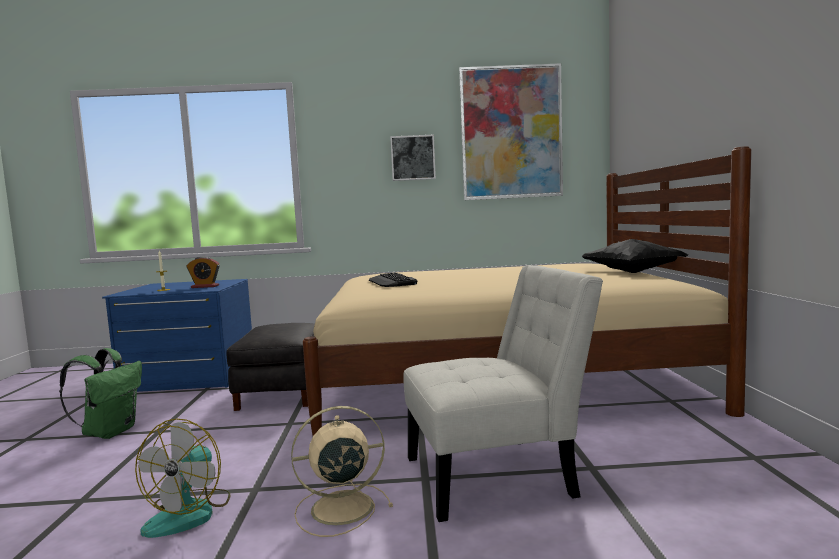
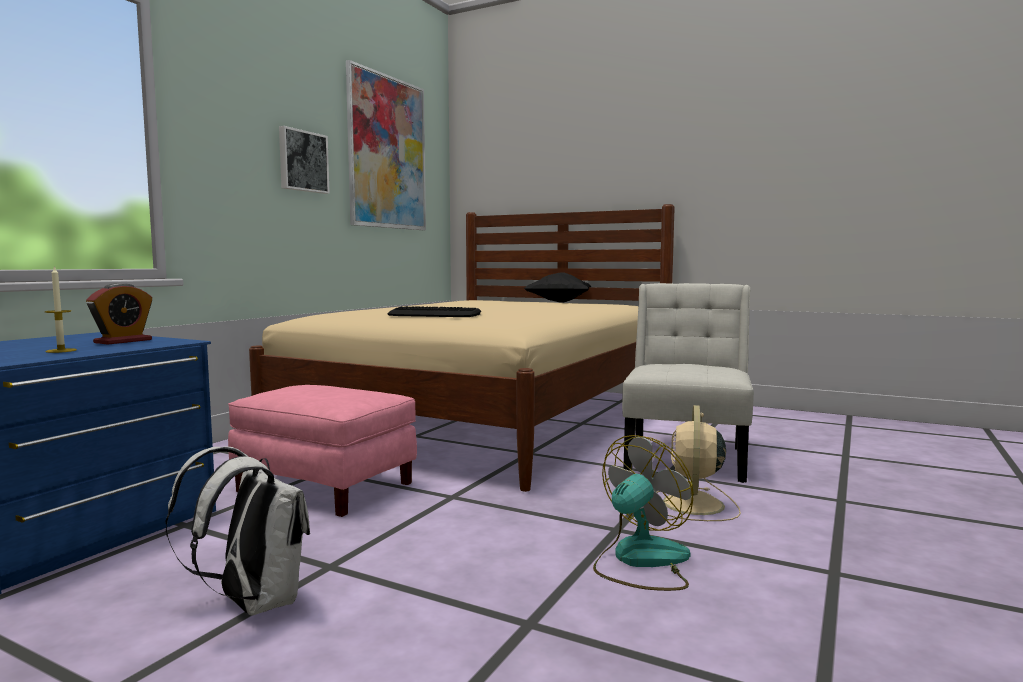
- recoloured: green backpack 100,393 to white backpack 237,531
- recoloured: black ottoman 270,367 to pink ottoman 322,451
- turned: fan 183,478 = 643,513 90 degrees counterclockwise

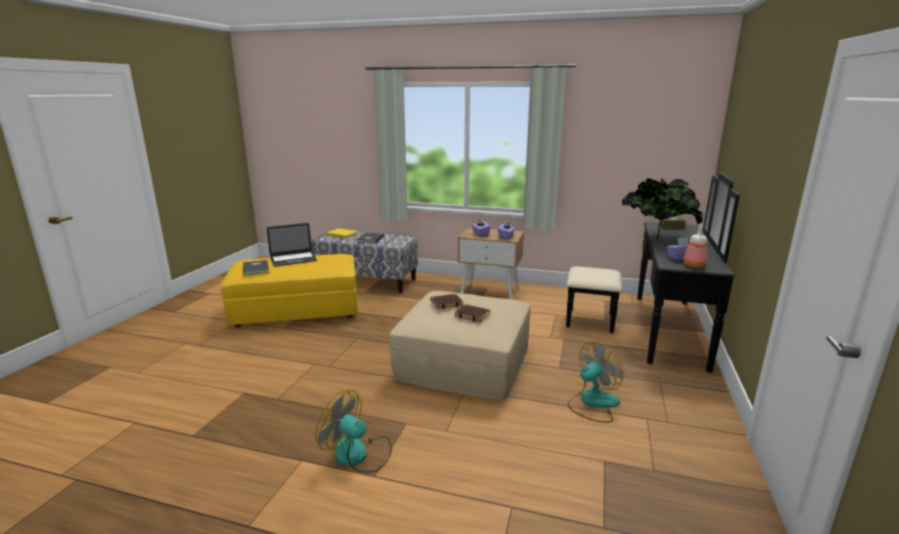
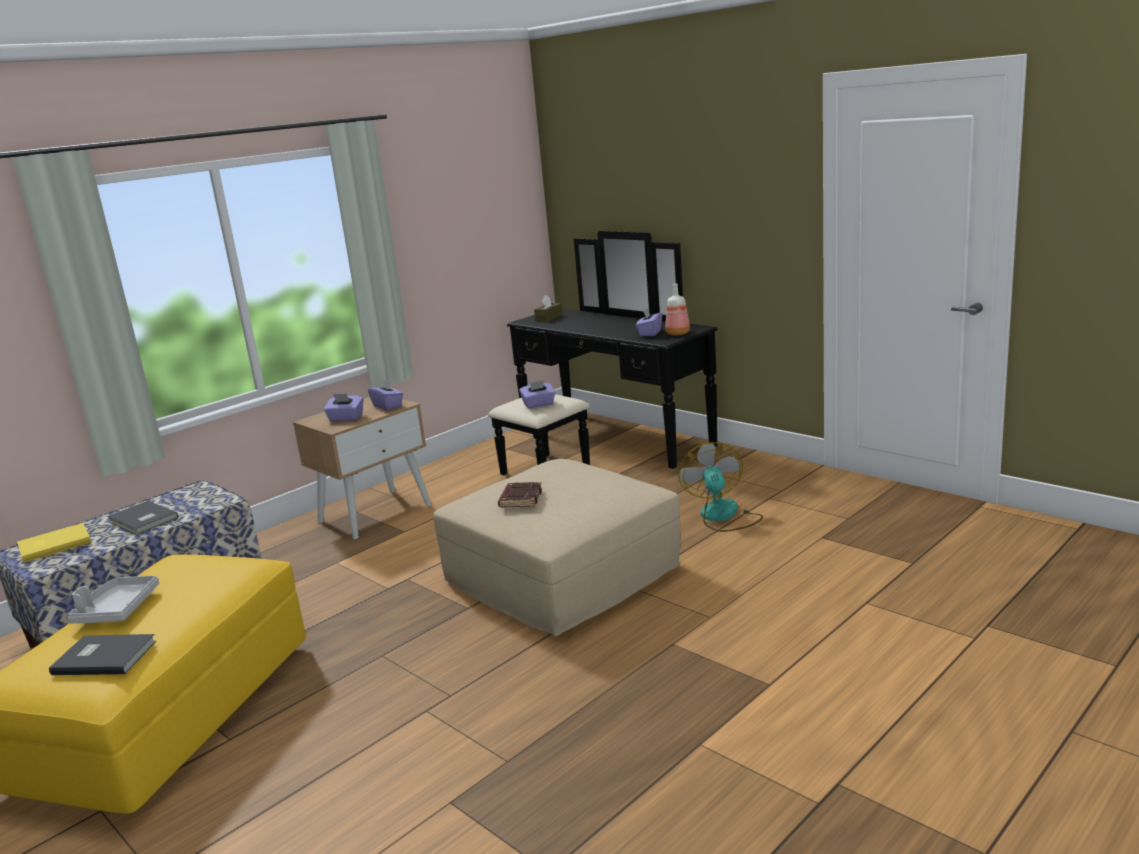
- removed: fan 353,431
- removed: brown book 472,313
- removed: potted plant 662,209
- added: purple tissue box 537,394
- replaced: laptop 292,244 to grey tray 113,599

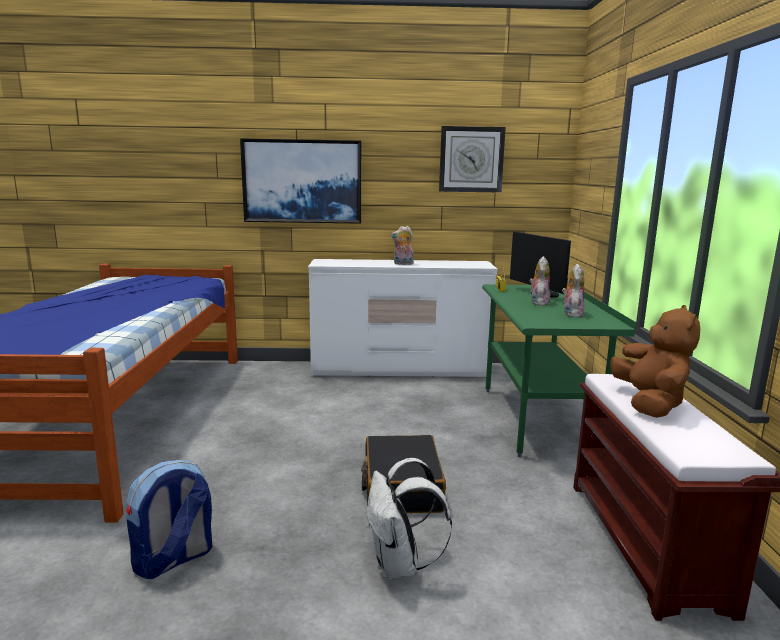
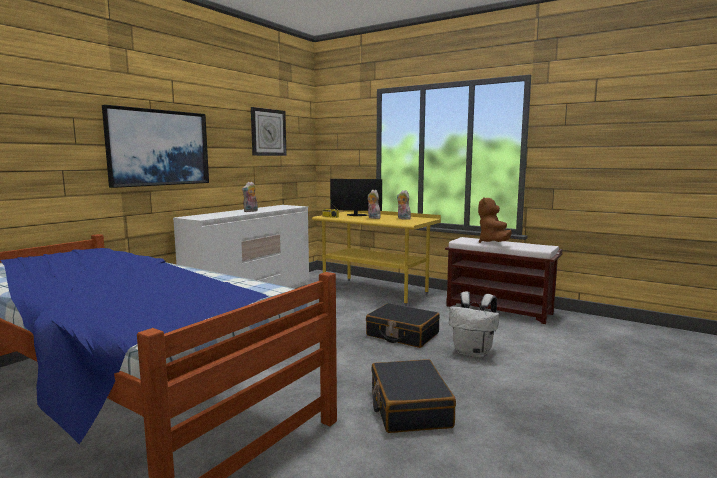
- replaced: backpack 169,519 to black suitcase 413,396
- recoloured: green desk 559,369 to yellow desk 376,258
- turned: brown plush toy 655,361 = 495,220 120 degrees counterclockwise

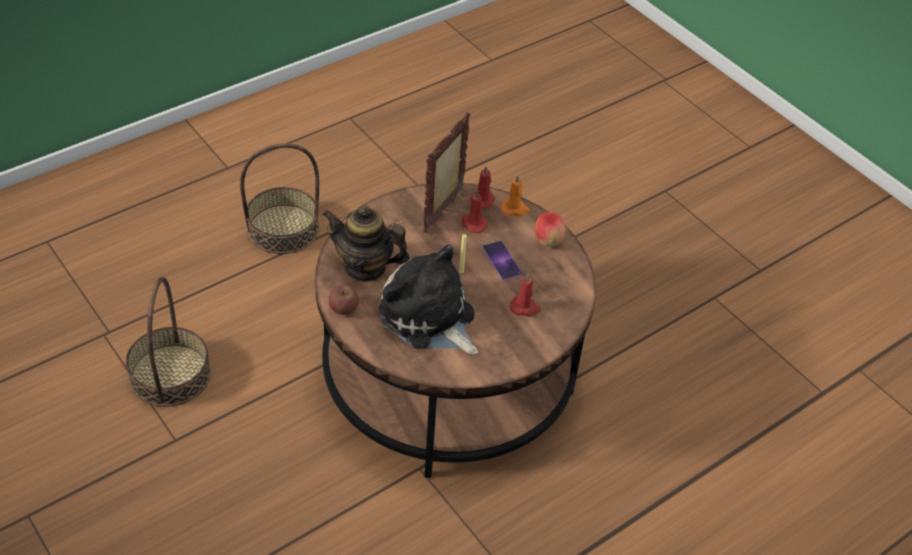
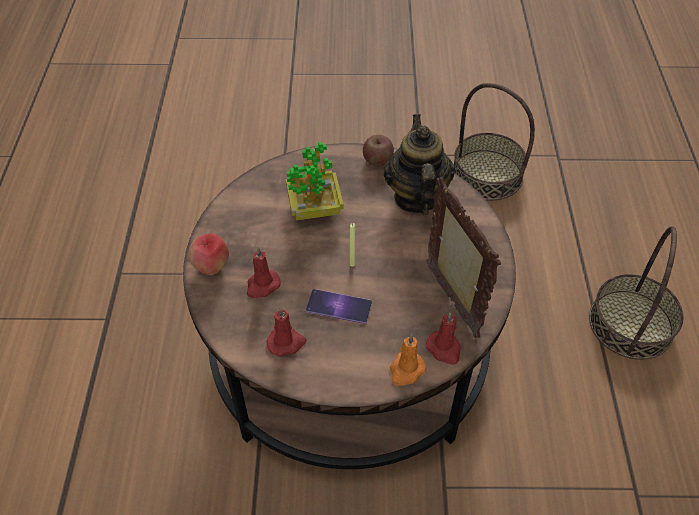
- moved: red candle 475,211 to 286,332
- moved: apple 550,229 to 208,254
- replaced: plush toy 428,299 to potted plant 314,181
- turned: teapot 366,243 = 419,164 60 degrees counterclockwise

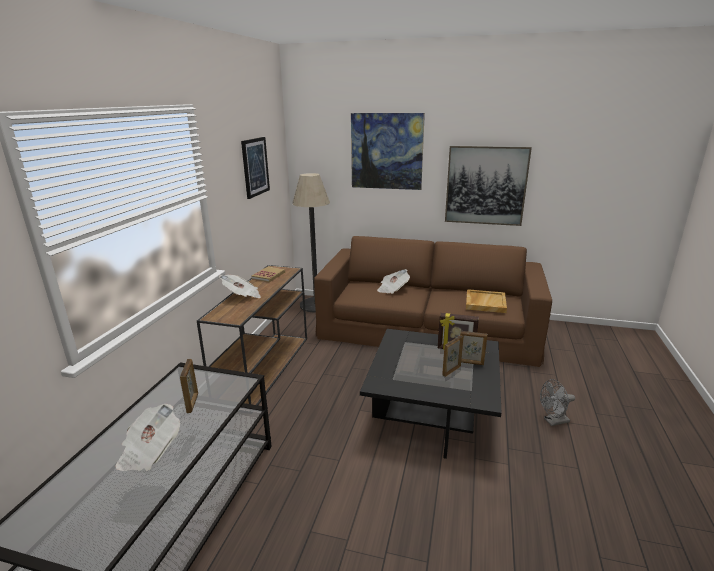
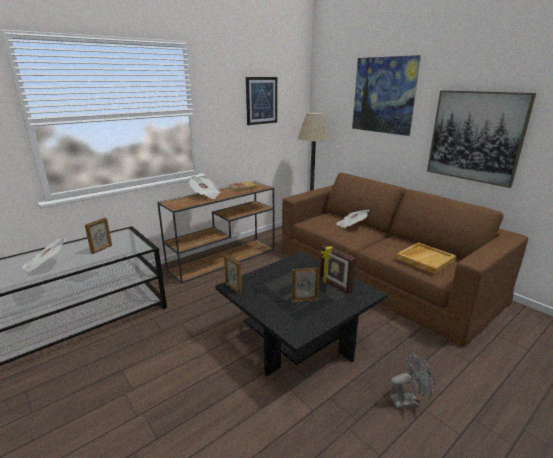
- moved: picture frame 473,348 to 233,274
- turned: grey fan 557,402 = 412,380 150 degrees clockwise

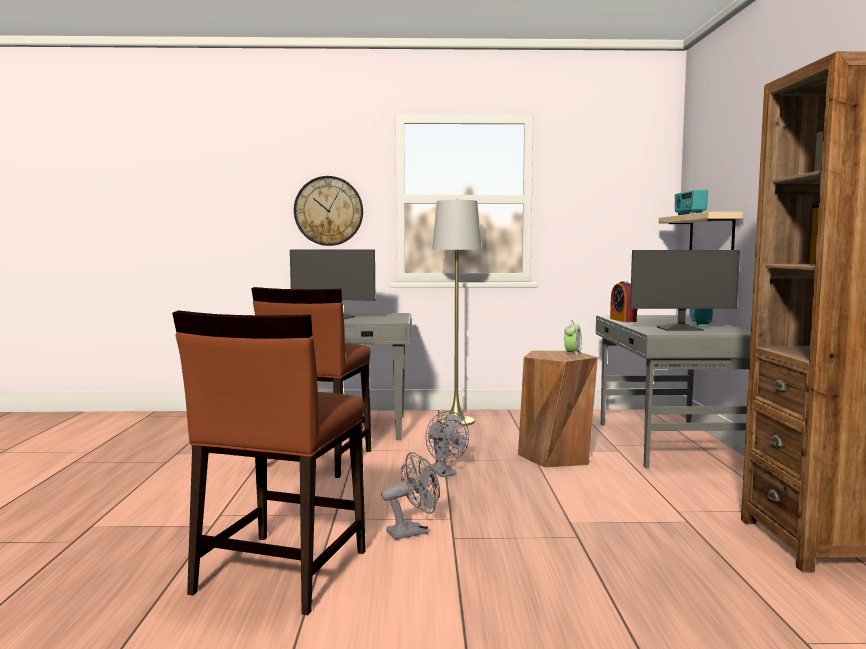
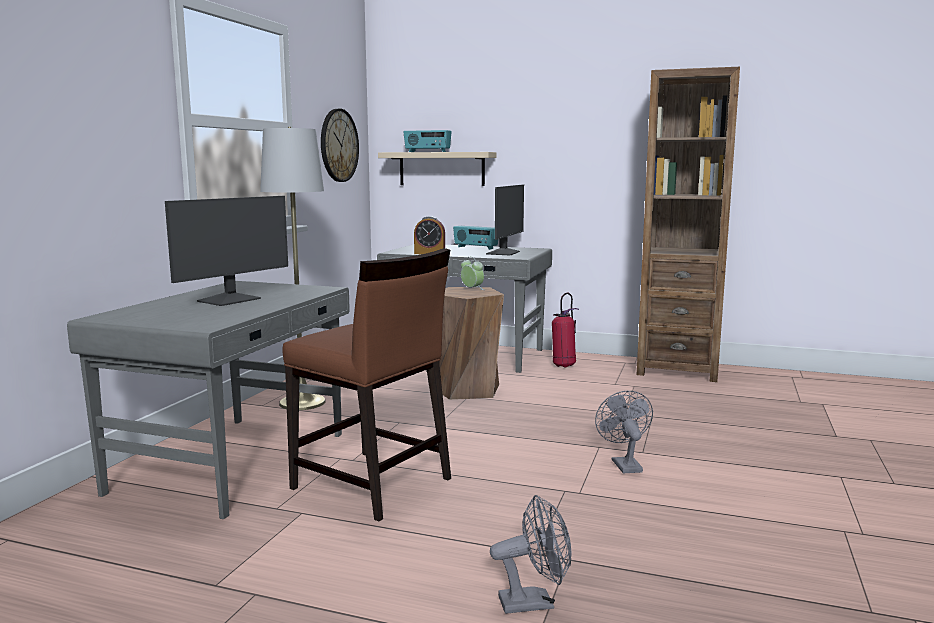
- removed: brown chair 269,462
- added: fire extinguisher 565,330
- moved: wall clock 328,211 to 340,145
- moved: grey fan 447,444 to 531,554

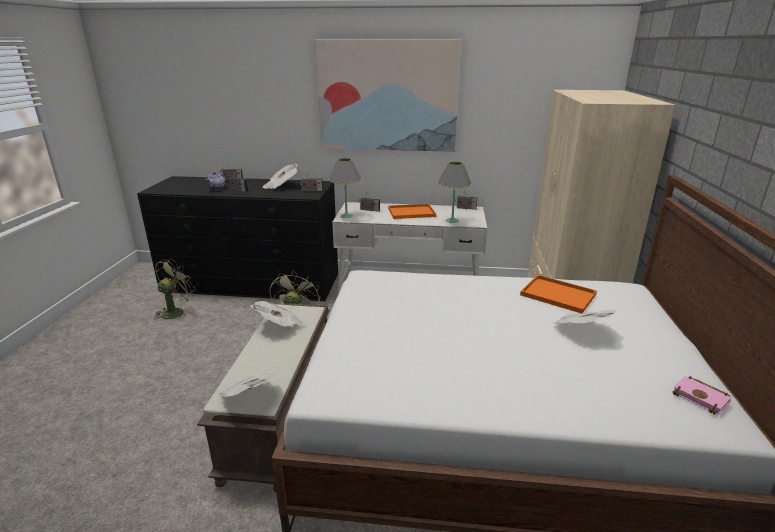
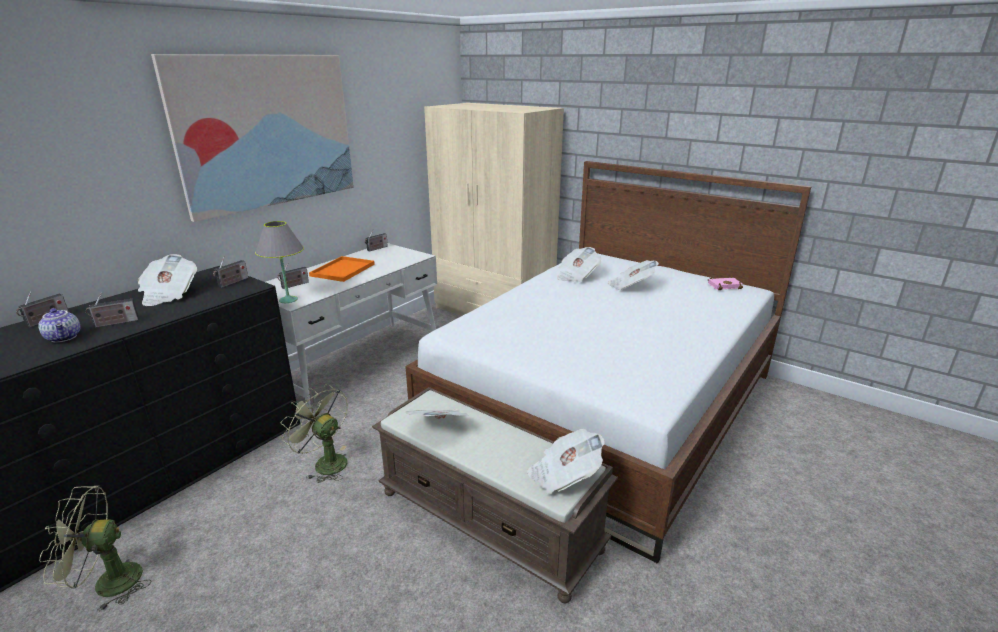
- removed: grey table lamp 455,192
- replaced: orange tray 558,294 to newspaper 579,264
- turned: green fan 174,289 = 95,549 75 degrees counterclockwise

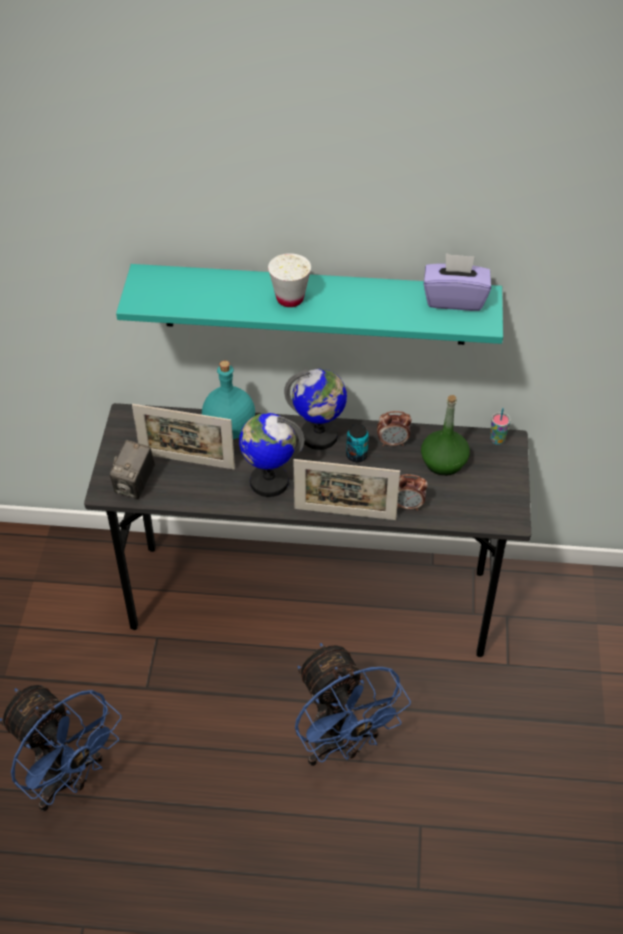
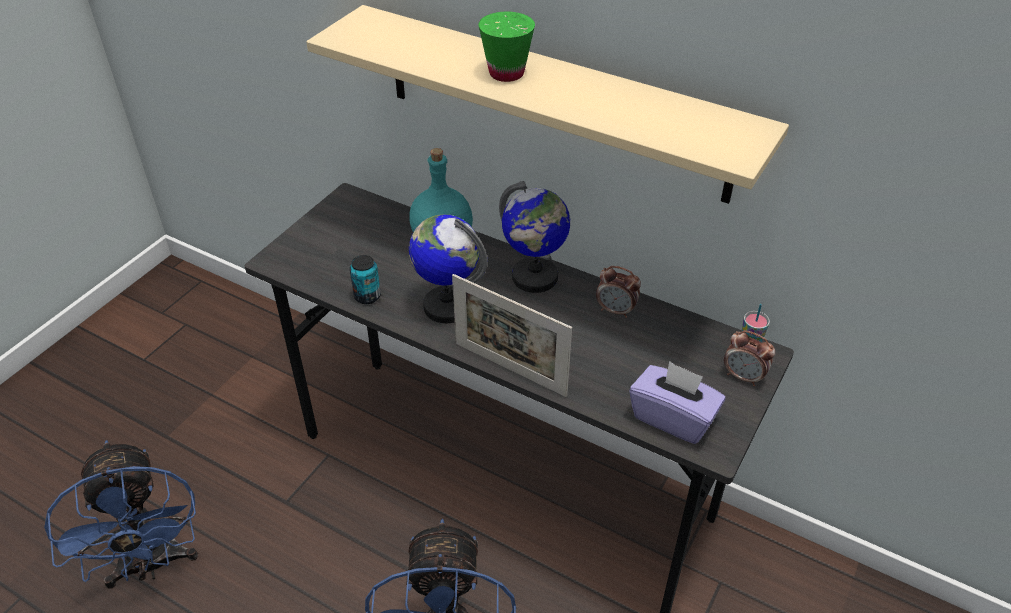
- removed: photo camera 132,469
- removed: picture frame 183,436
- removed: green bottle 445,435
- moved: can 357,443 to 365,279
- moved: alarm clock 412,492 to 749,358
- moved: purple tissue box 457,282 to 677,402
- recoloured: turquoise shelf 309,304 to beige shelf 547,104
- recoloured: white cup 289,280 to green cup 506,47

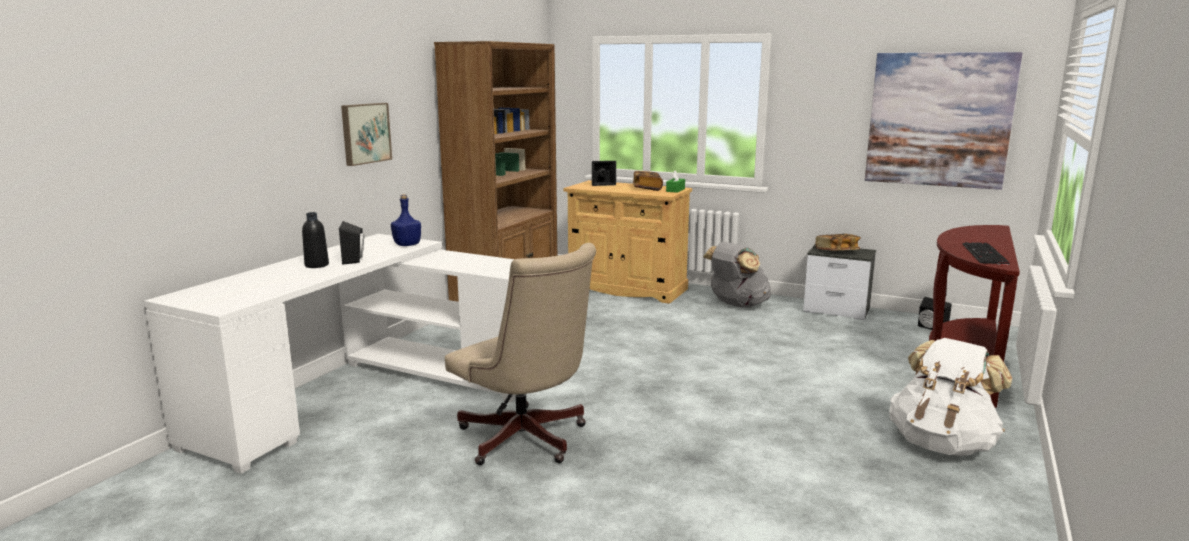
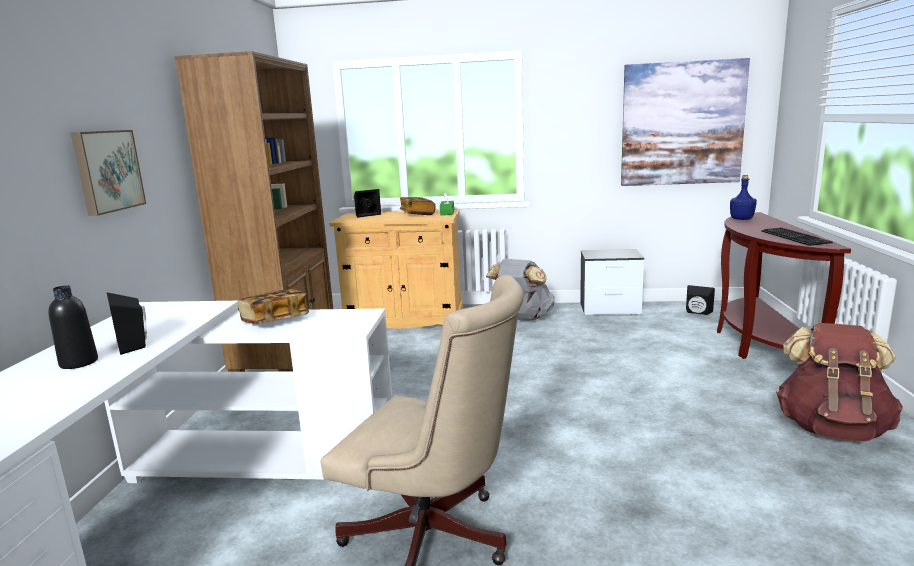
- moved: blue bottle 406,220 to 743,197
- moved: book 838,242 to 273,306
- recoloured: white backpack 950,397 to brown backpack 839,382

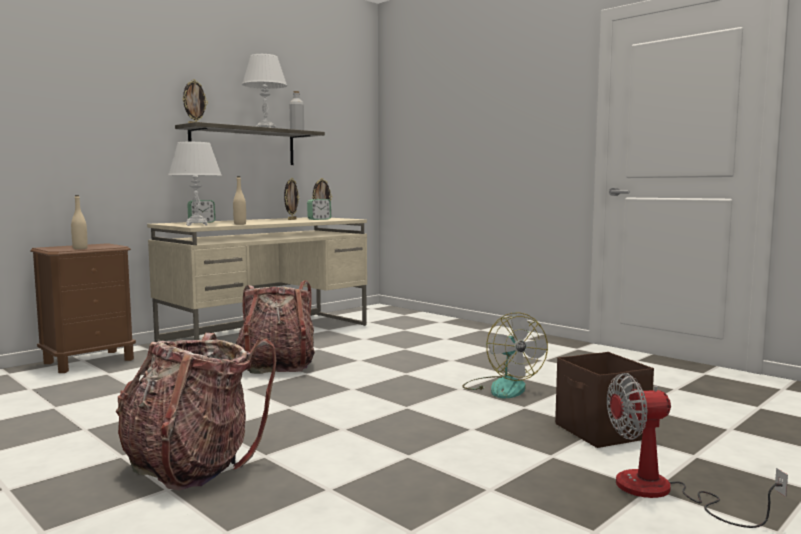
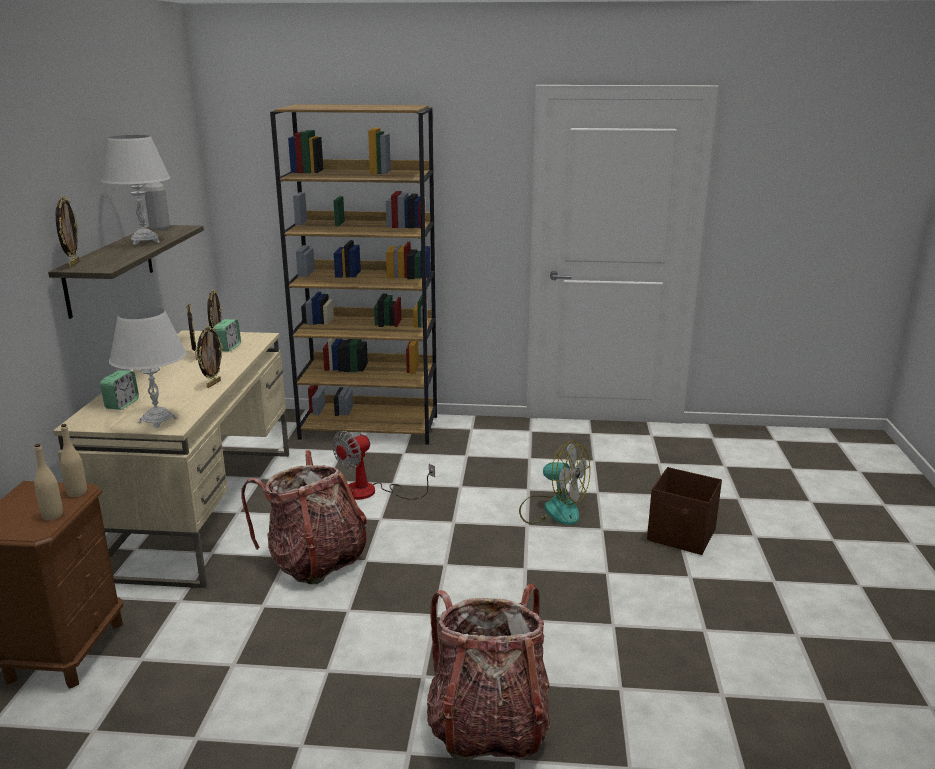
- added: picture frame 210,357
- added: brown bookcase 353,274
- moved: beige bottle 239,200 to 73,460
- moved: fan 697,450 to 383,465

